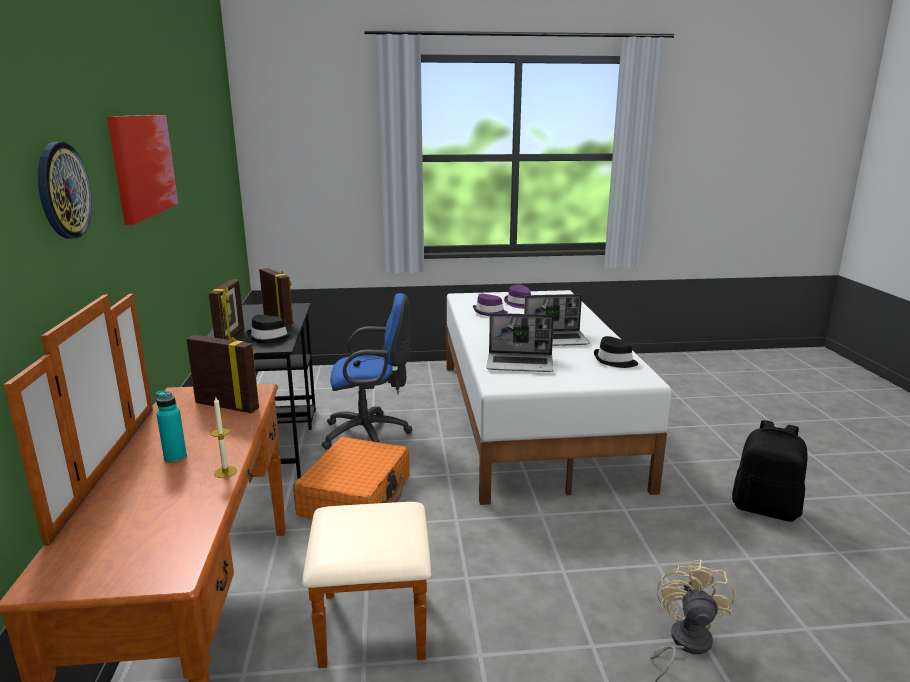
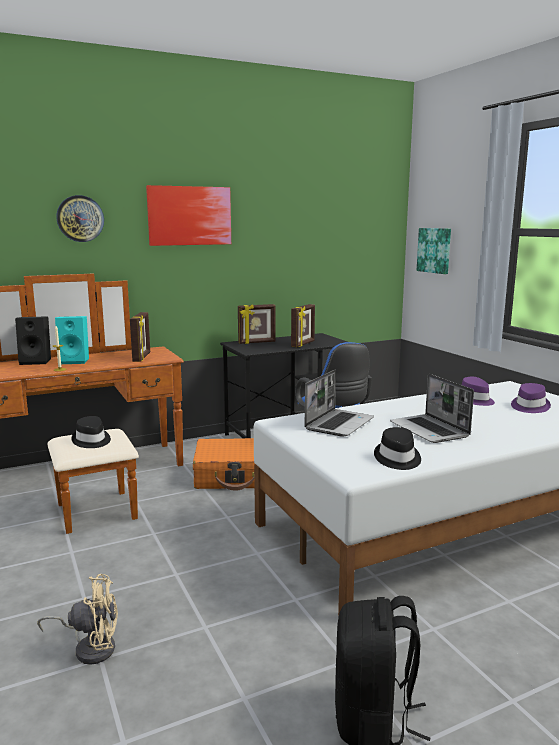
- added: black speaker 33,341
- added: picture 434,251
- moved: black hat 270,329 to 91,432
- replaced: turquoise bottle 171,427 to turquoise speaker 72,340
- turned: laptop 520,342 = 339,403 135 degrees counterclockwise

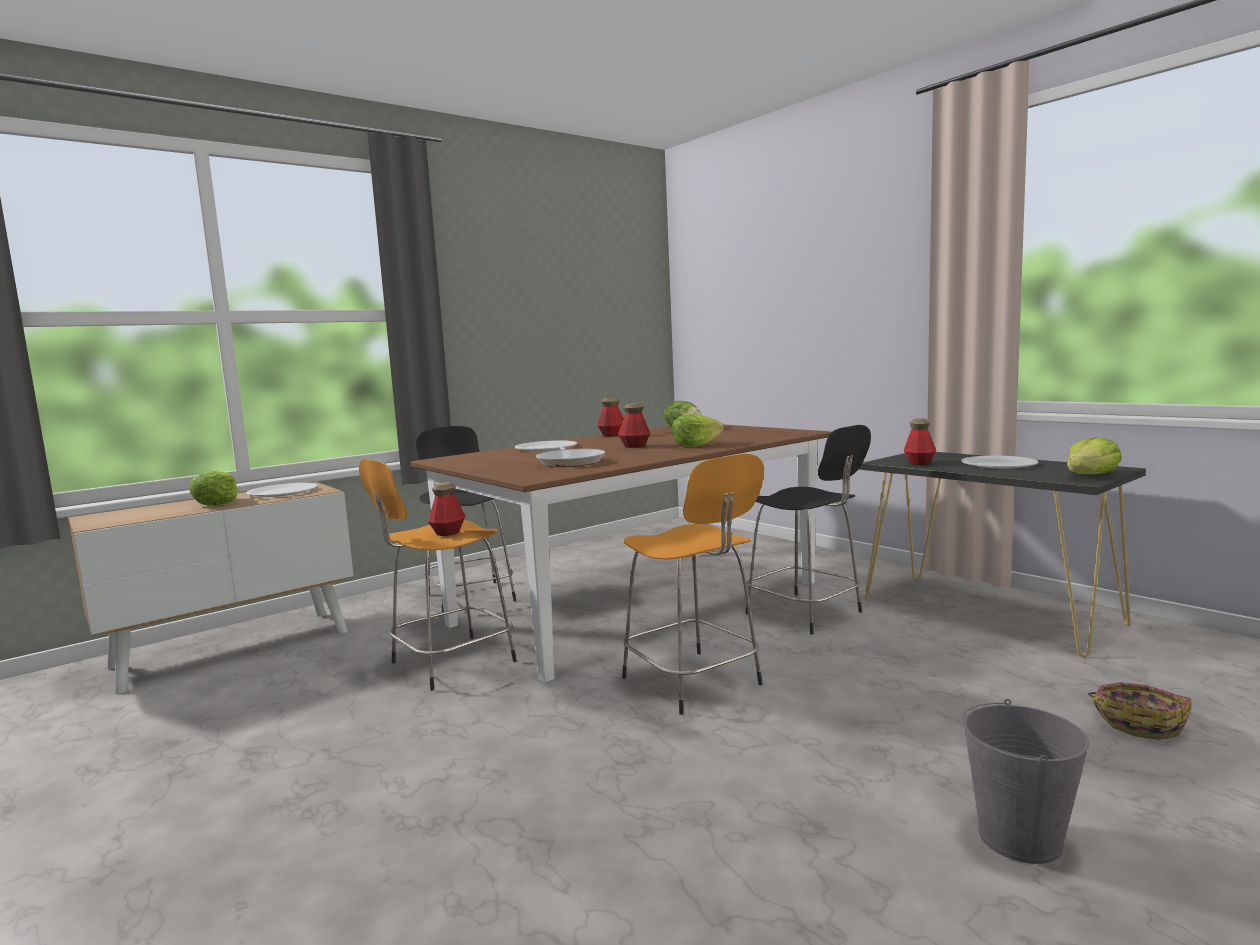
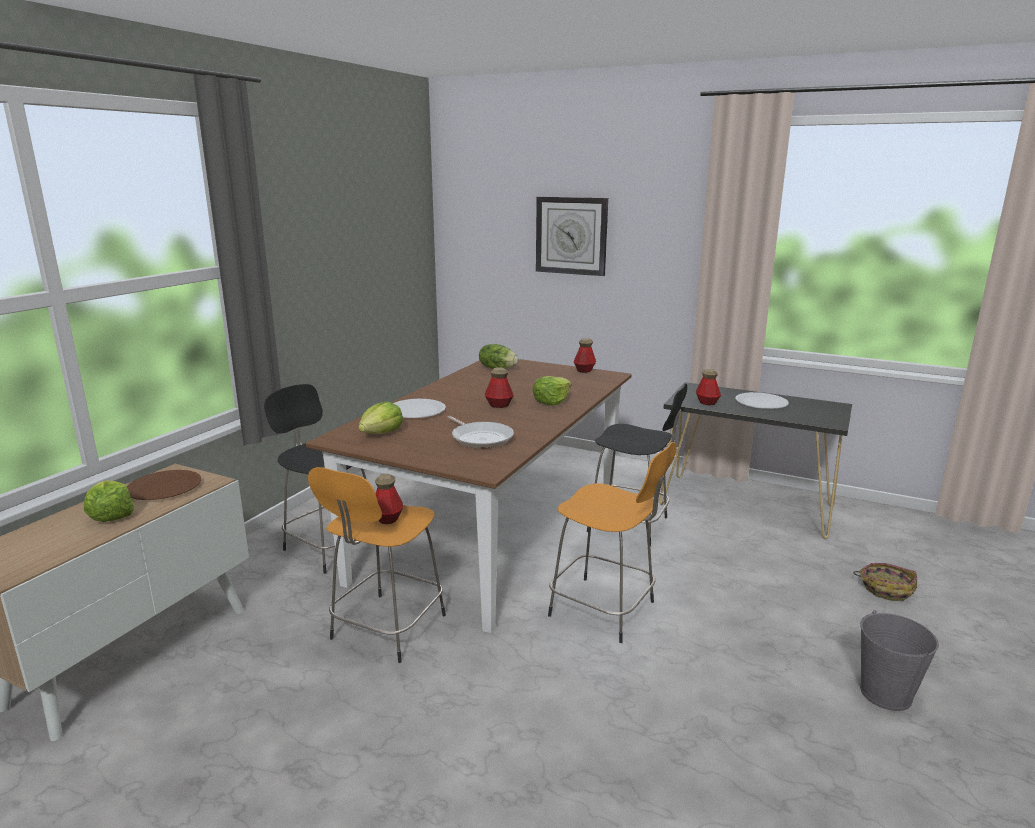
- added: wall clock 572,236
- moved: bottle 610,417 to 585,355
- moved: lettuce 1094,455 to 380,418
- recoloured: white plate 282,490 to brown plate 164,485

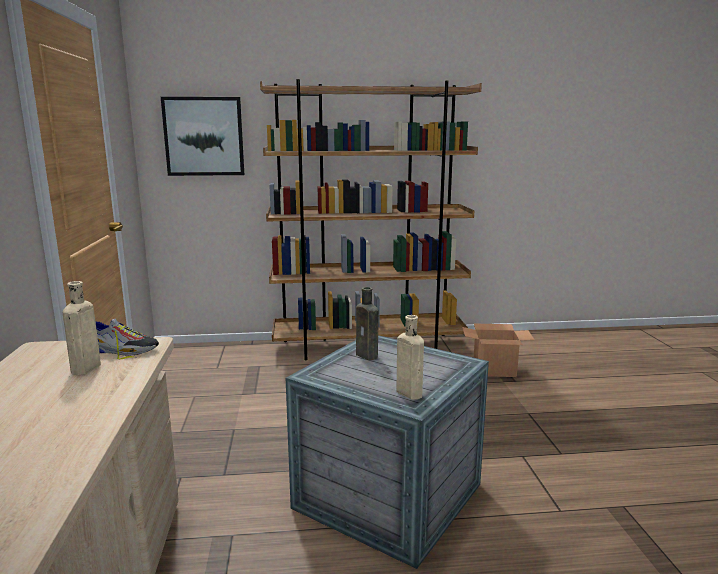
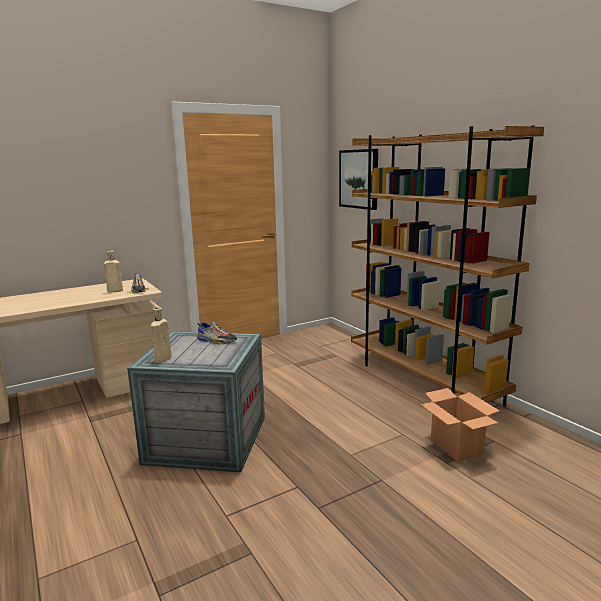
- replaced: brown bottle 367,323 to shoe 217,334

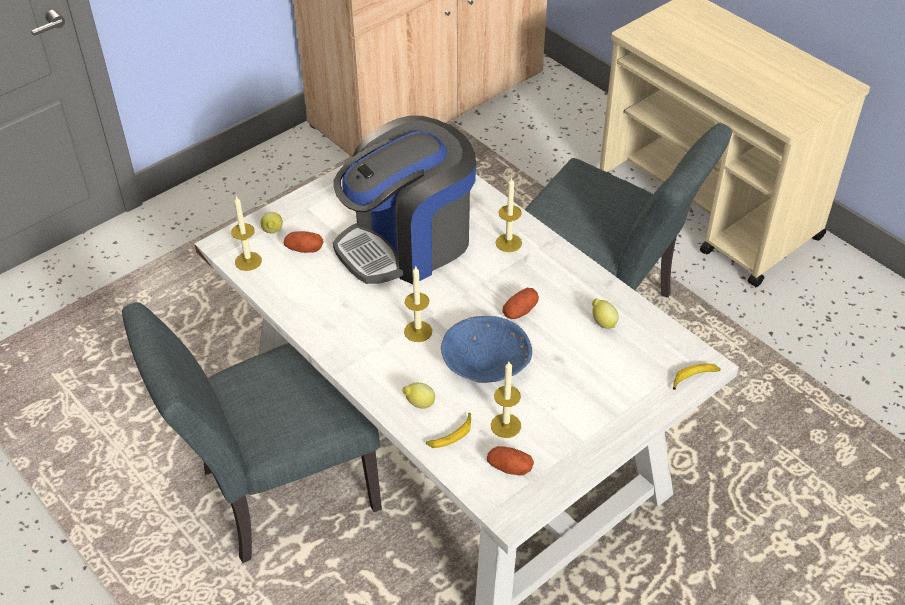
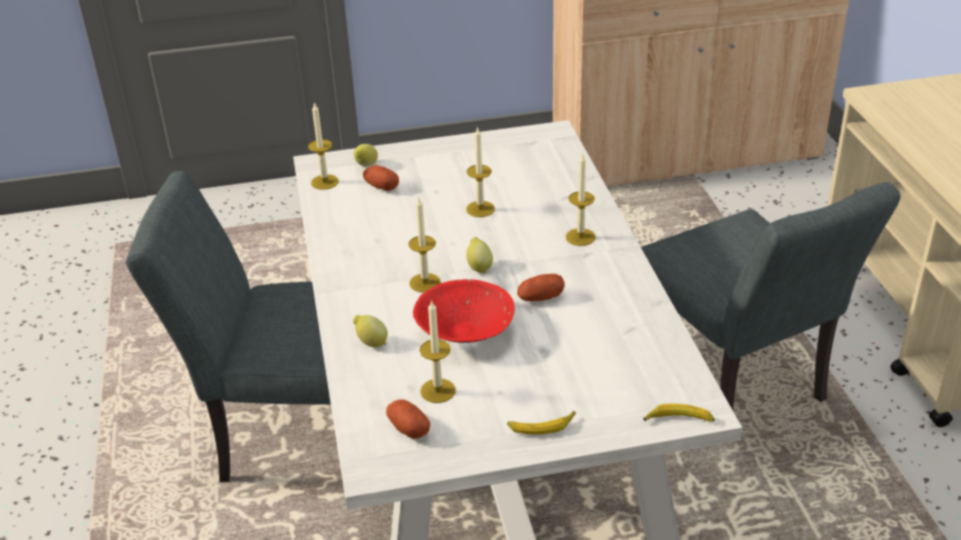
- moved: banana 448,430 to 541,423
- moved: lemon 605,314 to 479,255
- replaced: coffee machine 404,200 to candle 480,172
- recoloured: blue bowl 486,349 to red bowl 464,311

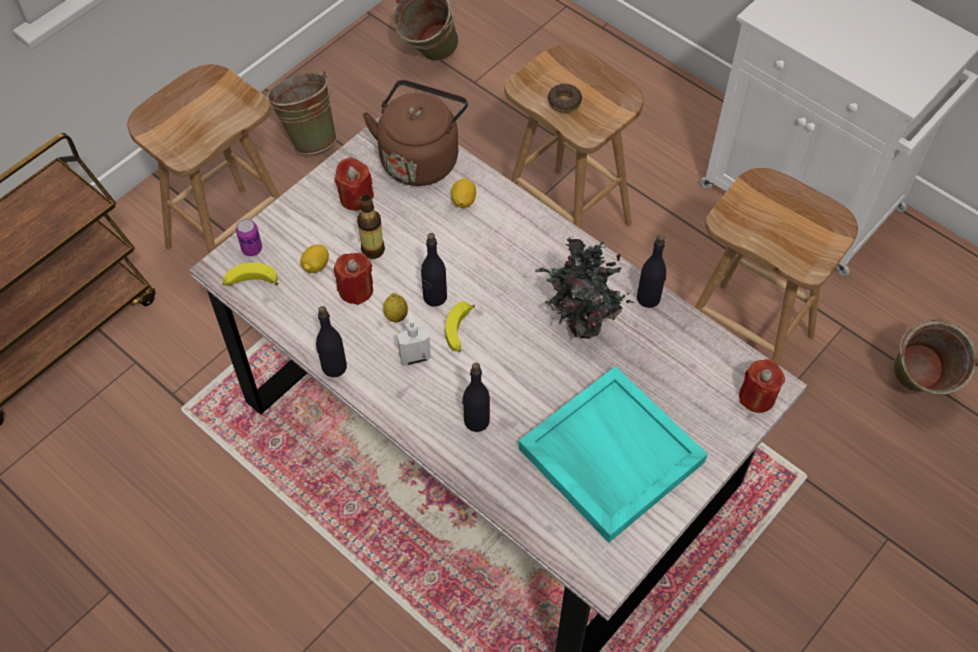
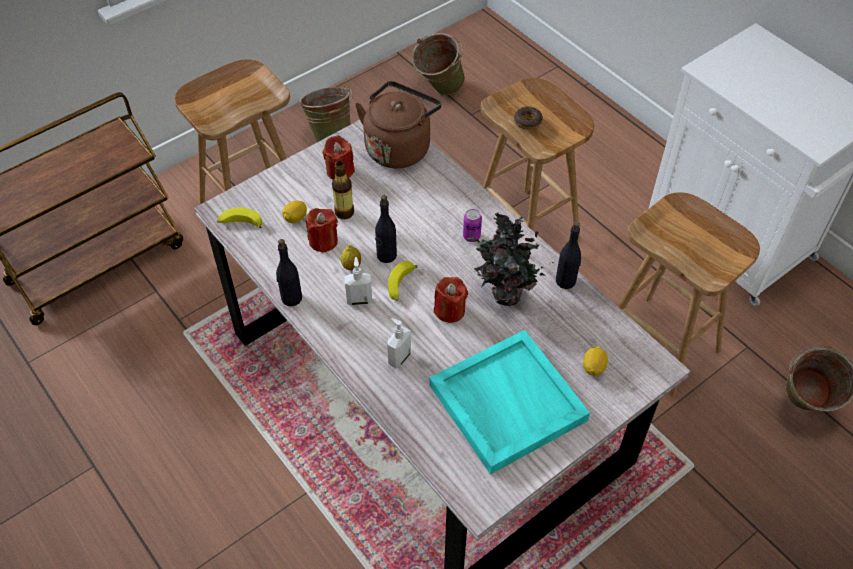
- moved: can 249,237 to 472,225
- moved: lemon 463,192 to 595,361
- moved: red candle 762,386 to 451,300
- replaced: black bottle 476,397 to soap dispenser 399,343

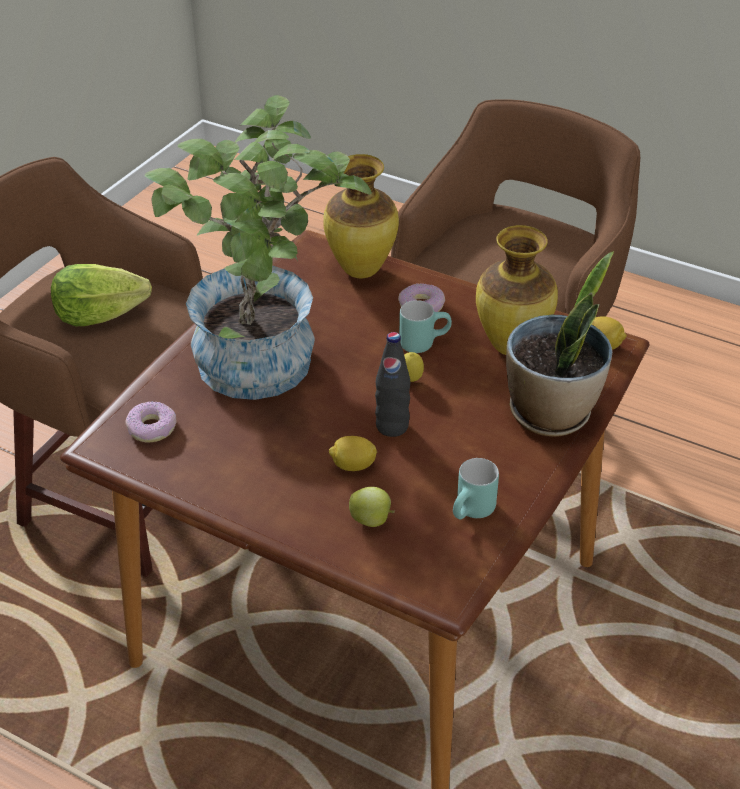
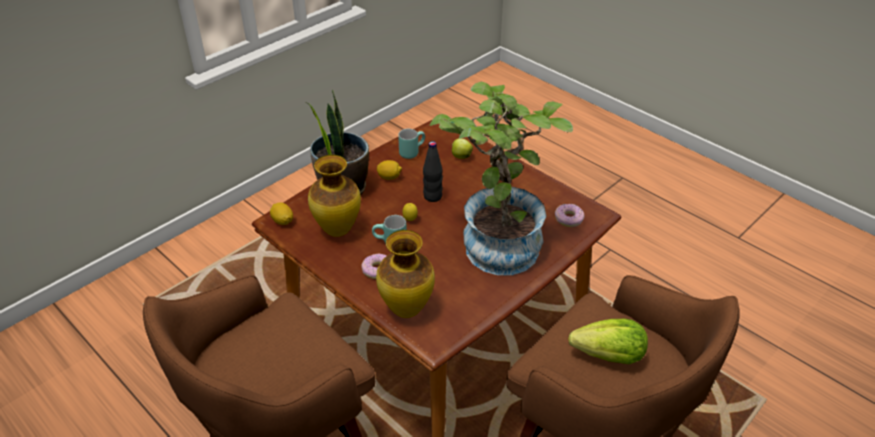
- moved: lemon 353,453 to 389,170

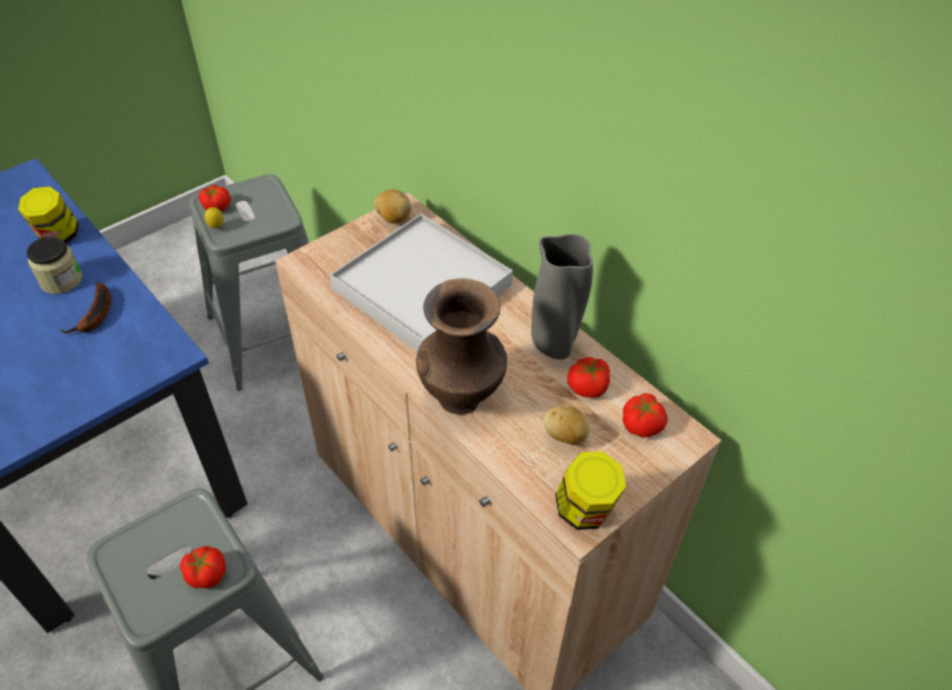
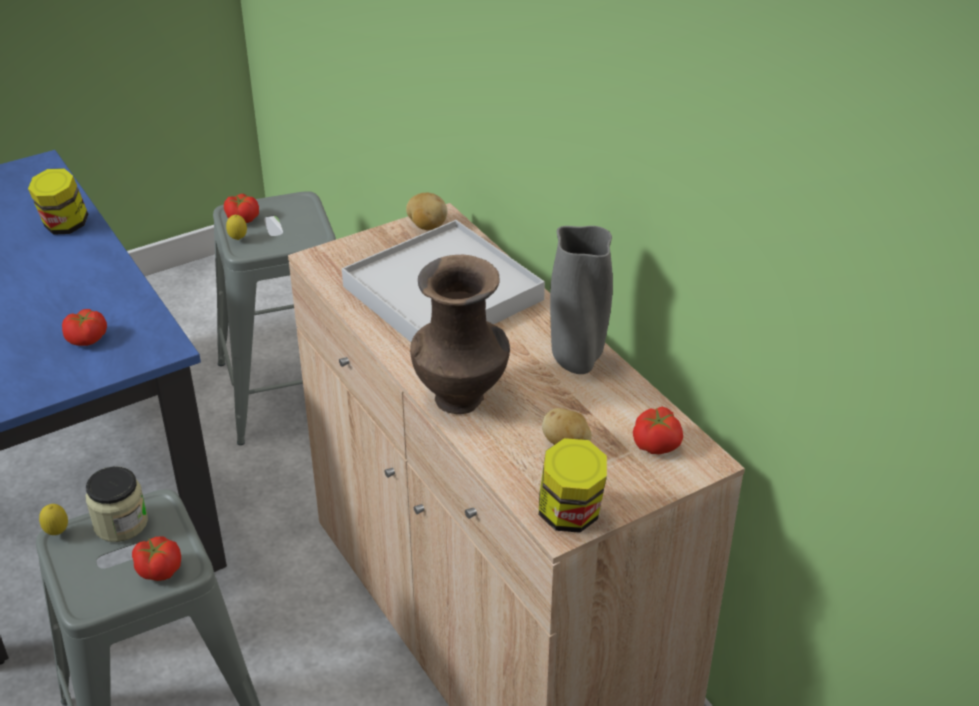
- removed: banana 85,308
- added: lemon 53,519
- moved: jar 54,265 to 117,504
- moved: tomato 588,377 to 84,327

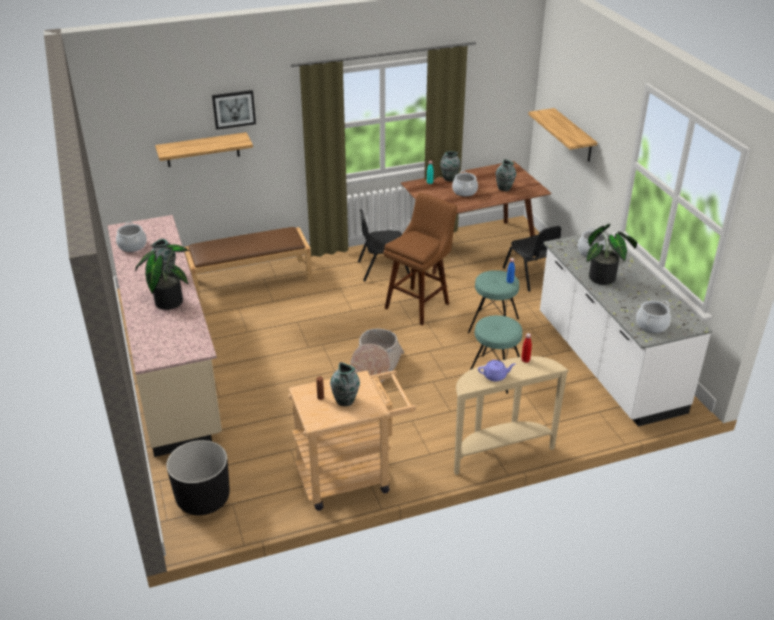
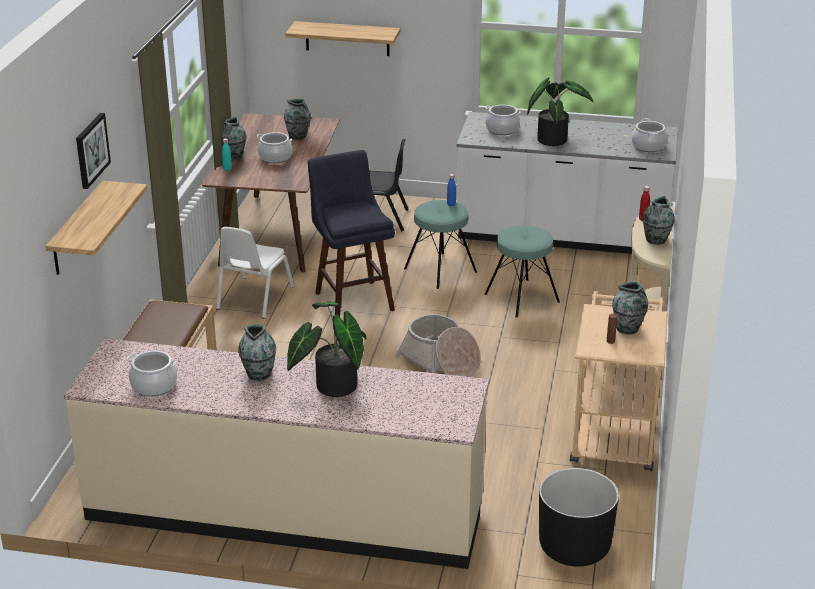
- replaced: purple teapot 496,370 to vase 659,220
- recoloured: black chair 384,245 to white chair 255,273
- recoloured: brown stool 420,259 to blue stool 351,233

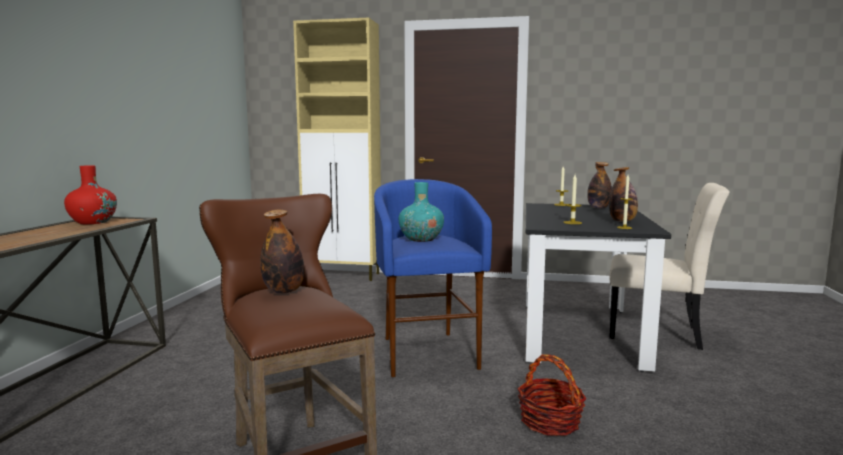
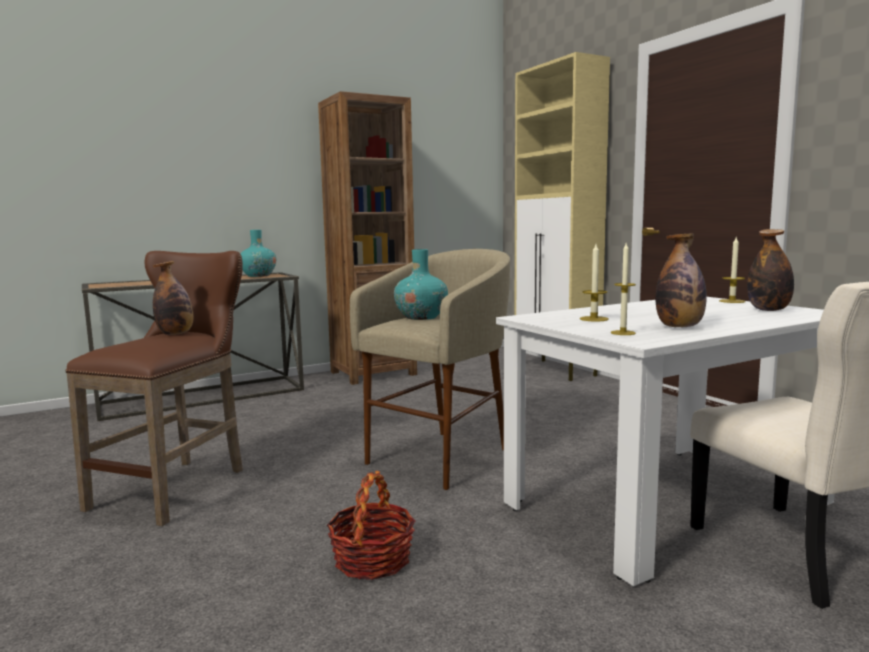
- added: brown bookcase 367,238
- recoloured: red vase 90,194 to turquoise vase 258,253
- recoloured: blue stool 433,278 to beige stool 430,369
- recoloured: black dining table 598,287 to white dining table 665,441

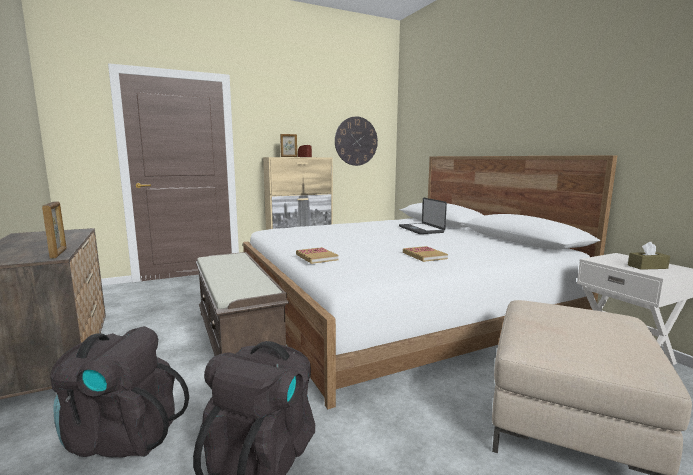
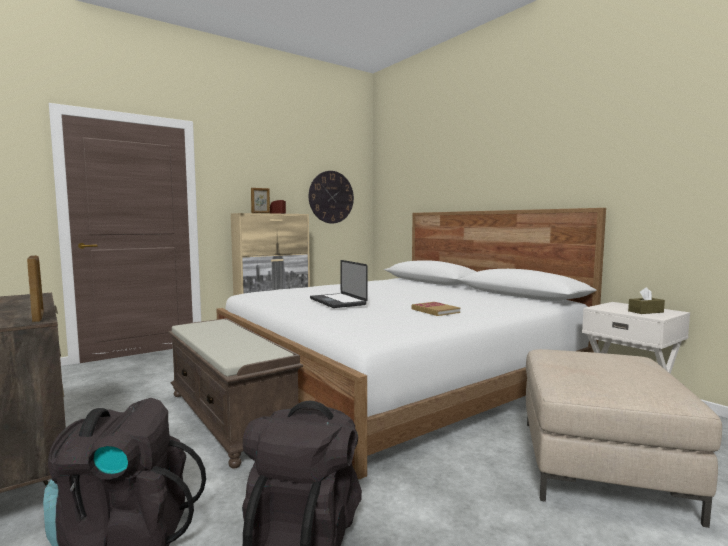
- removed: book 317,255
- moved: laptop 423,216 to 339,284

